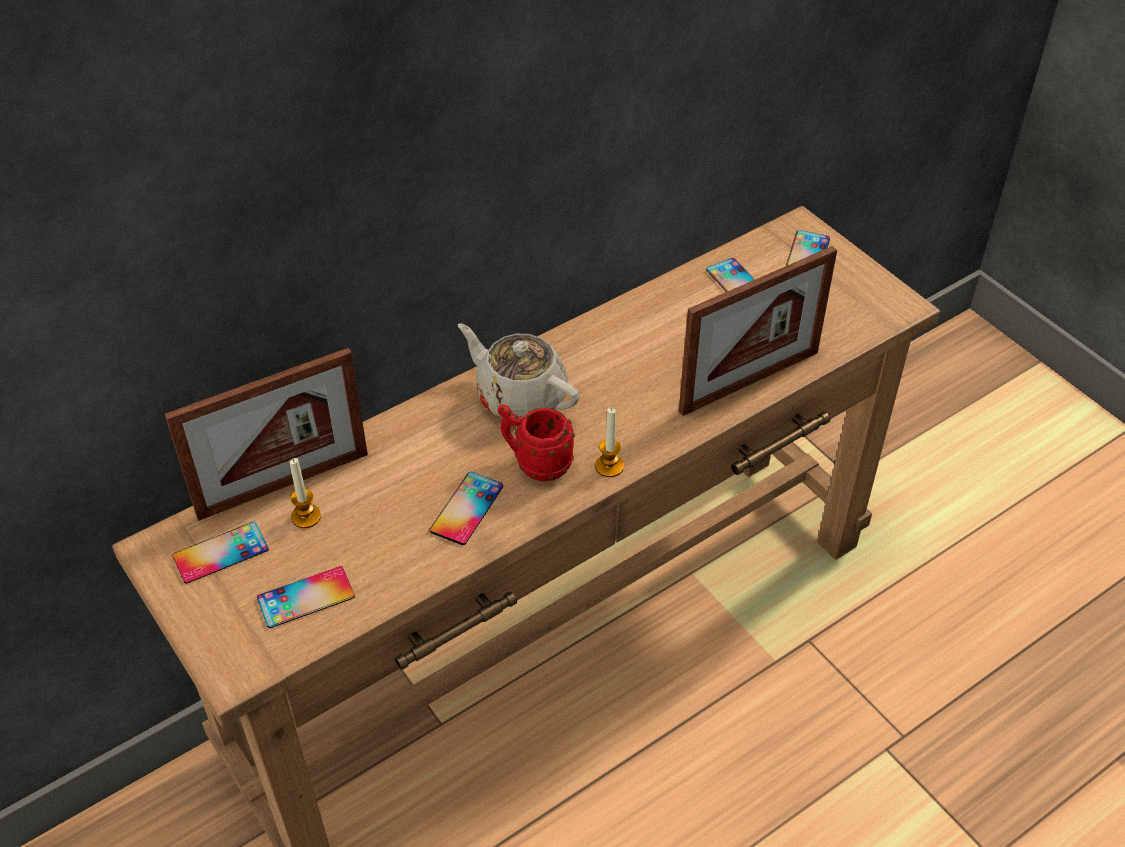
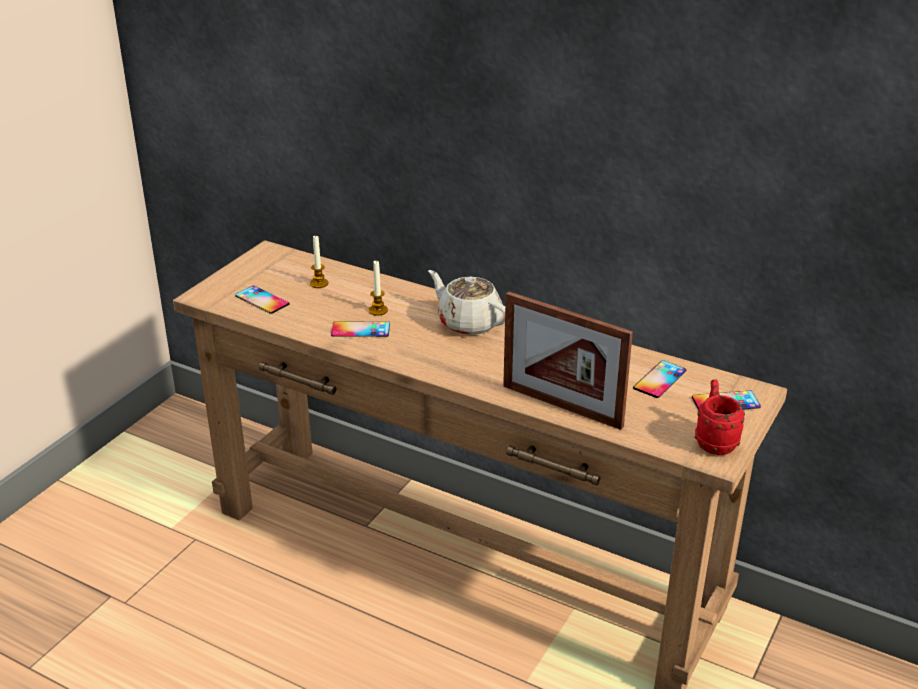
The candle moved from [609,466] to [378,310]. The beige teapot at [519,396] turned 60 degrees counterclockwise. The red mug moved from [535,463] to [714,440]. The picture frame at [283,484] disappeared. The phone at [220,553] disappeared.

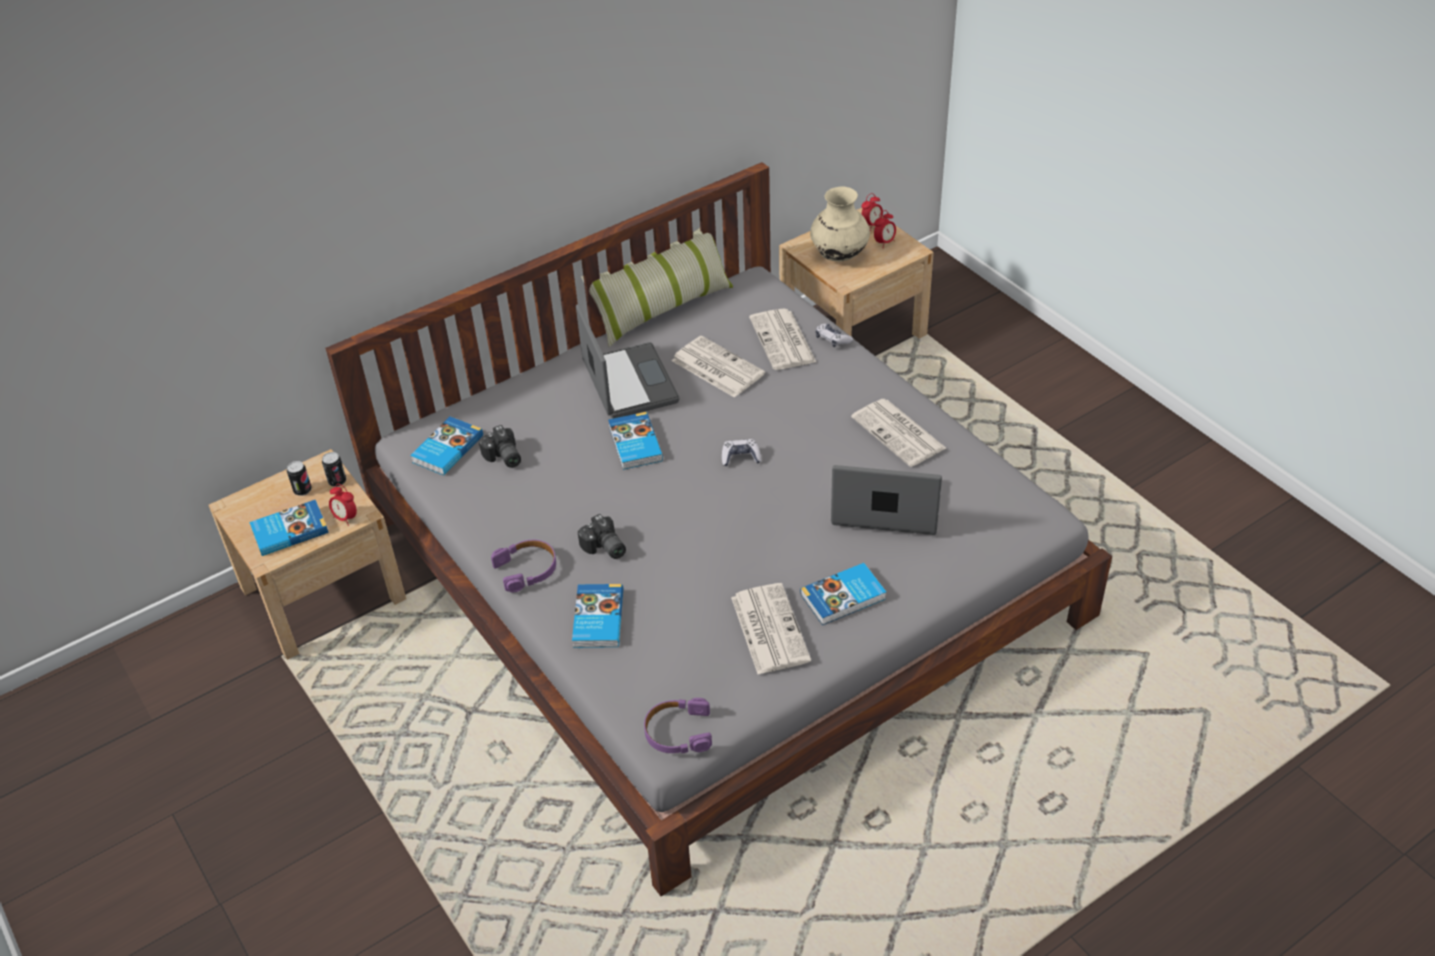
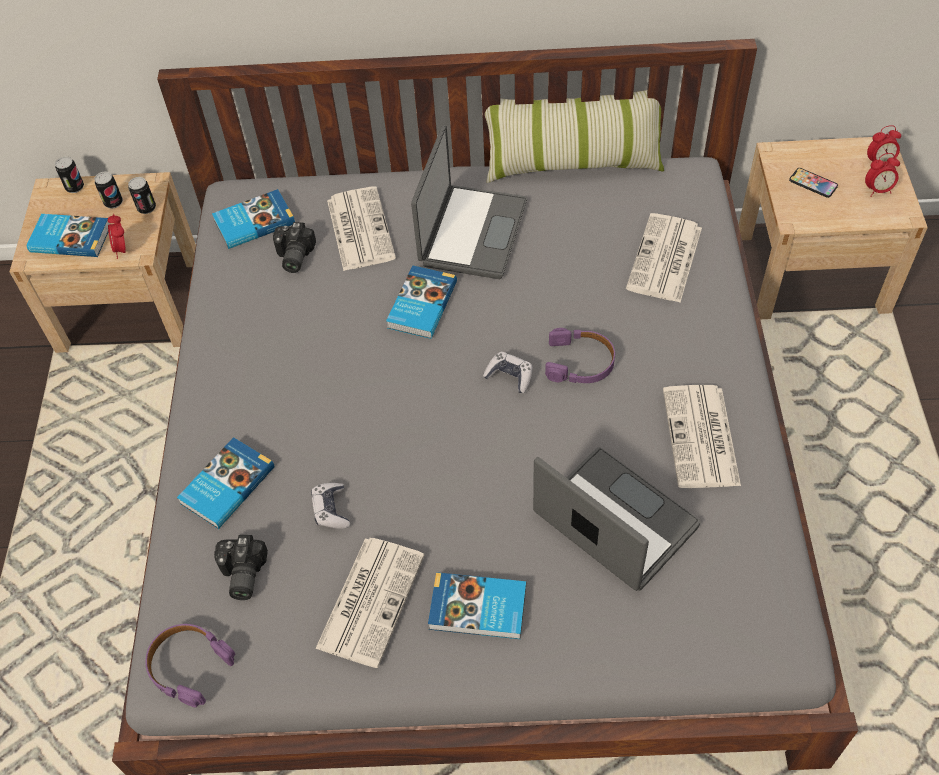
The can at [75,187] appeared. The photo camera moved from [604,548] to [241,575]. The game controller moved from [832,339] to [331,510]. The newspaper moved from [716,367] to [359,228]. The purple headphones moved from [527,569] to [580,362]. The beige vase at [839,255] was replaced by the phone at [813,183].

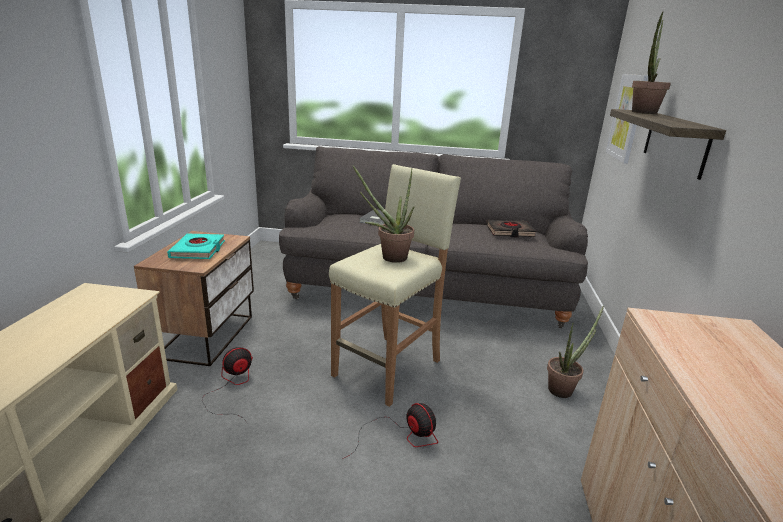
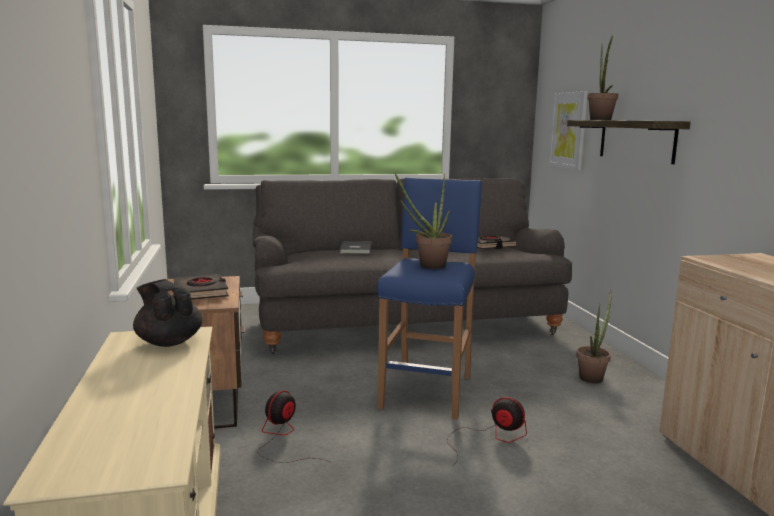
The black teapot at [169,342] appeared. The turquoise book at [198,250] became the black book at [201,292]. The beige stool at [388,367] became the blue stool at [428,391].

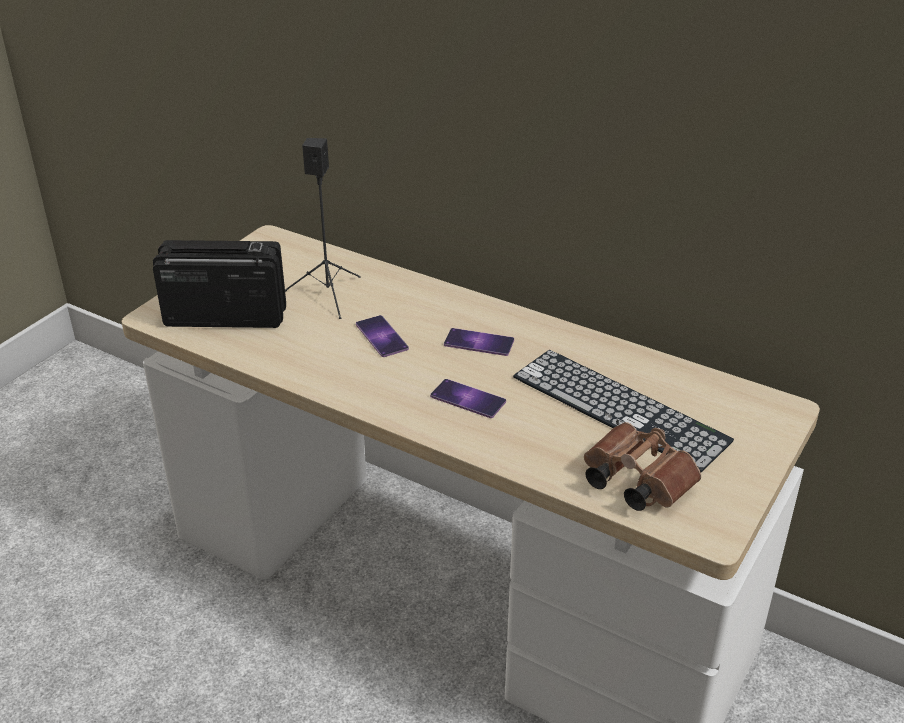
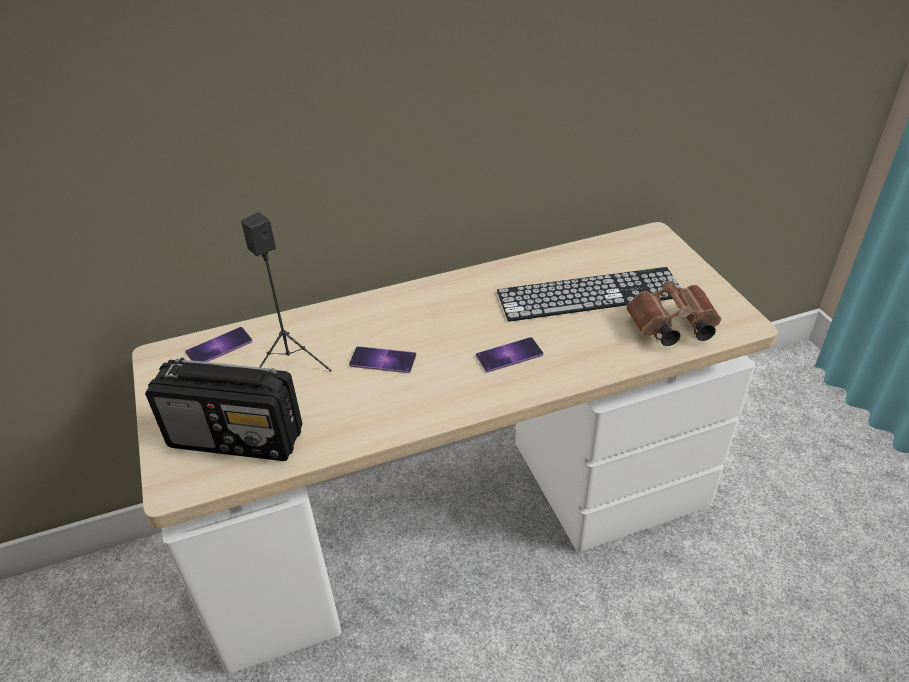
The radio at [224,316] turned 120 degrees counterclockwise. The phone moved from [479,342] to [219,347].

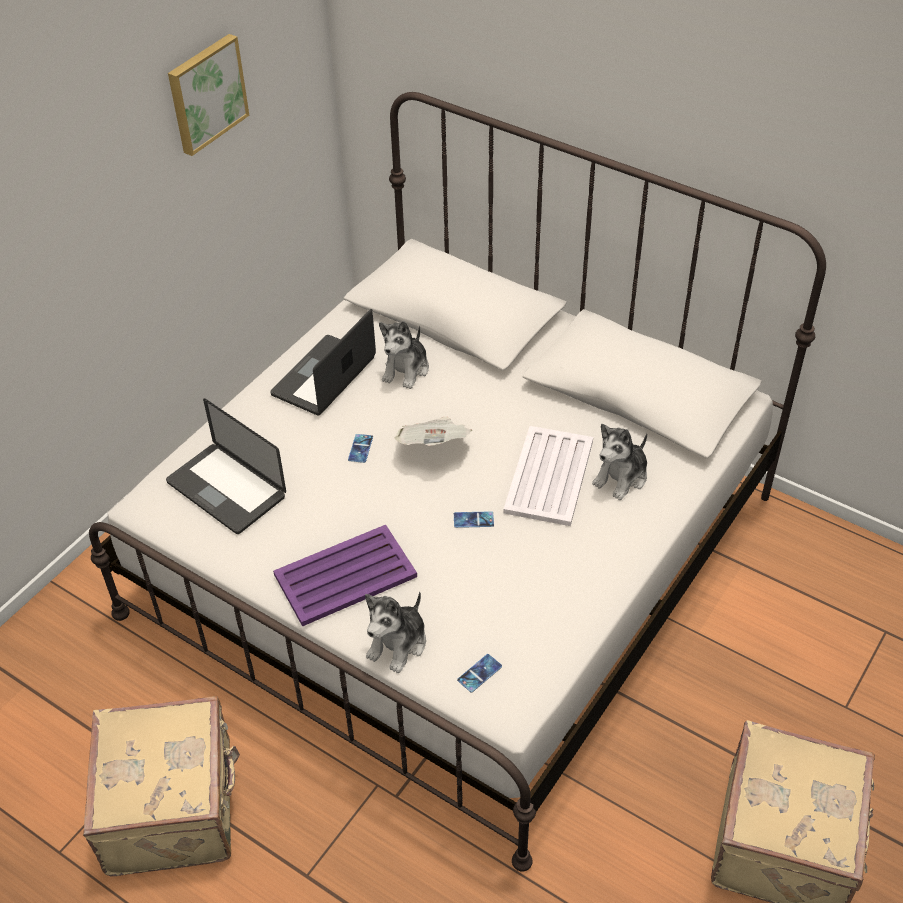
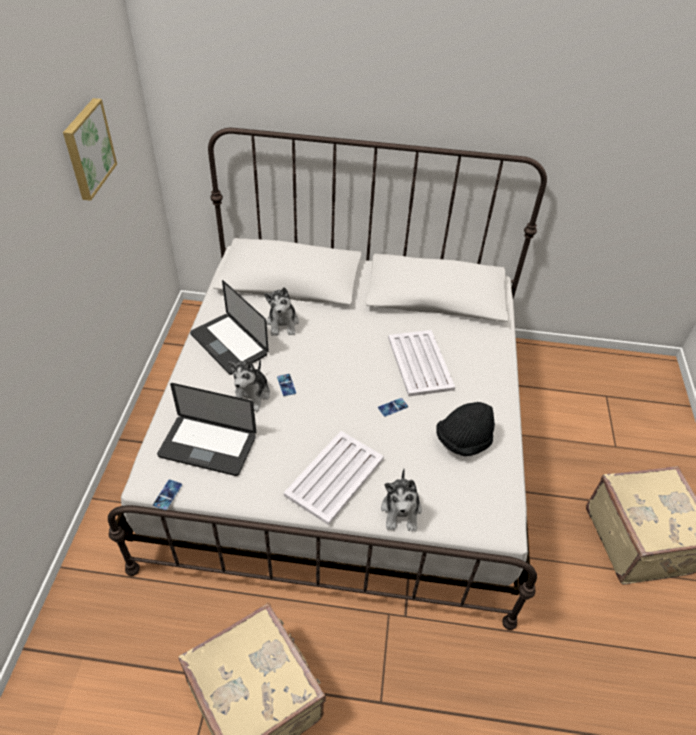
The phone moved from [479,673] to [167,495]. The laptop at [324,377] turned 45 degrees counterclockwise. The plush toy moved from [621,477] to [252,395]. The purple tray at [344,576] became the white tray at [334,477]. The black hat at [463,441] appeared. The newspaper at [434,446] disappeared.

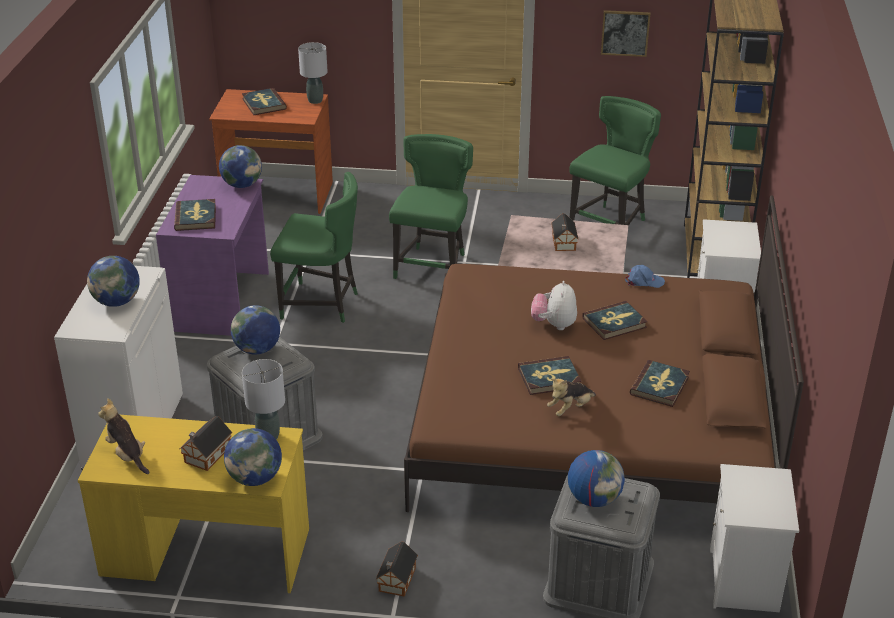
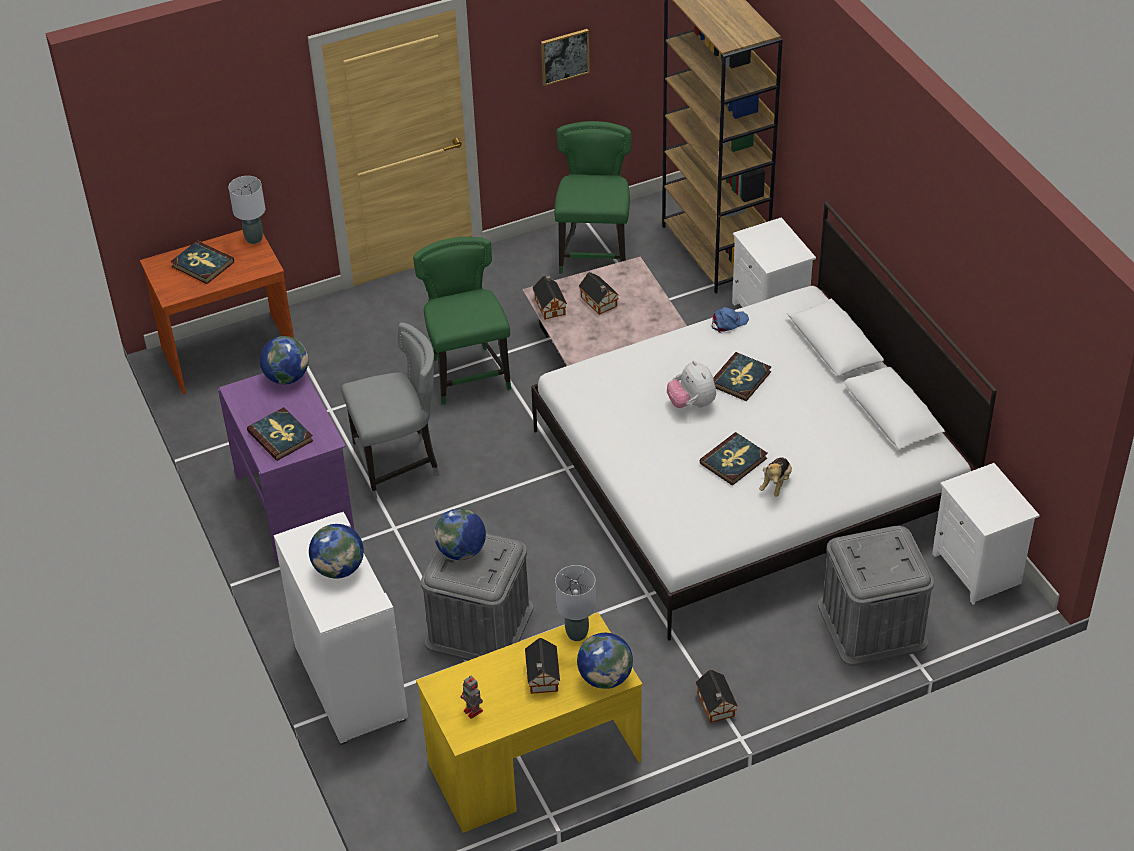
The green chair at [321,304] became the grey chair at [399,465]. The plush toy at [127,455] was replaced by the toy robot at [474,711]. The brown bed at [592,420] became the white bed at [748,476]. The toy house at [550,305] appeared. The globe at [594,499] disappeared. The book at [660,386] disappeared.

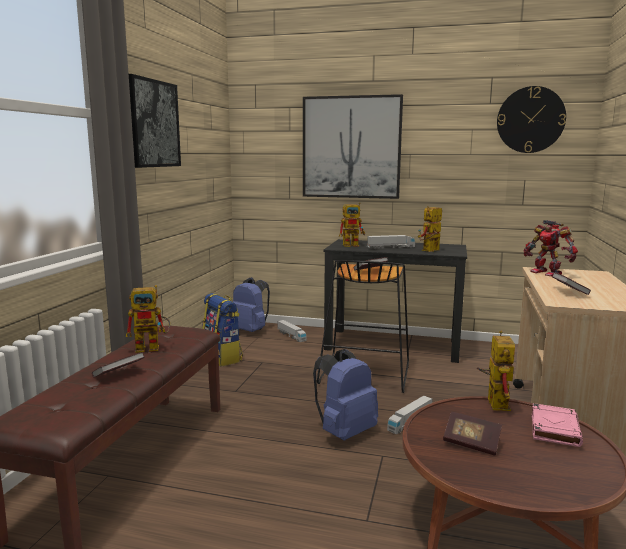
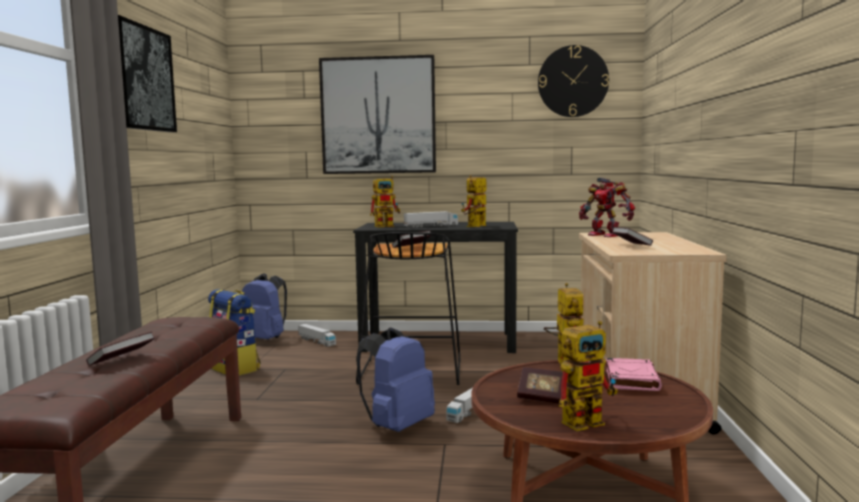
The toy robot moved from [153,347] to [587,420].

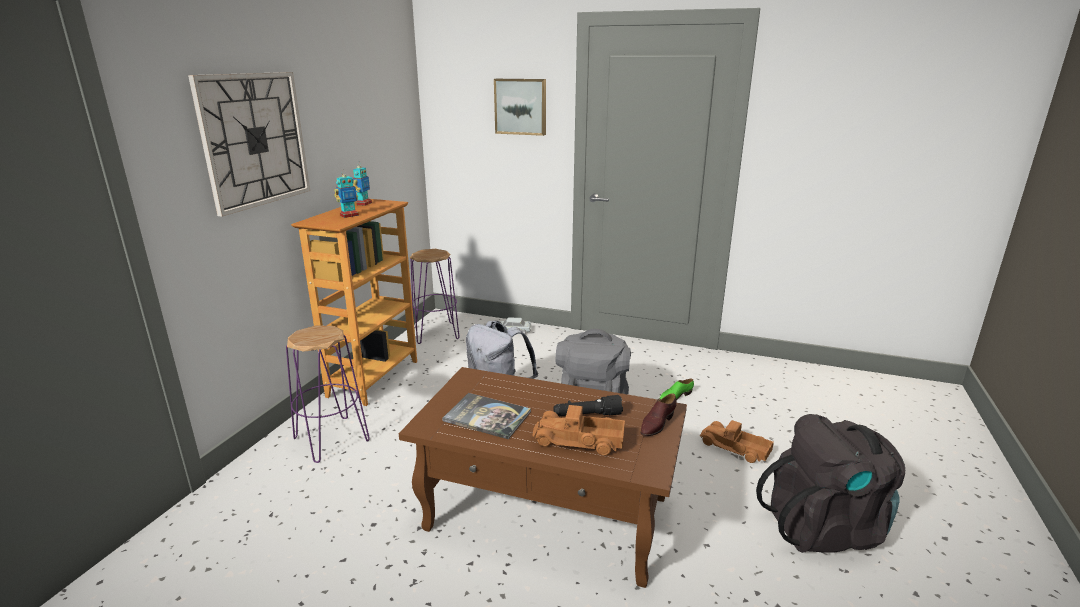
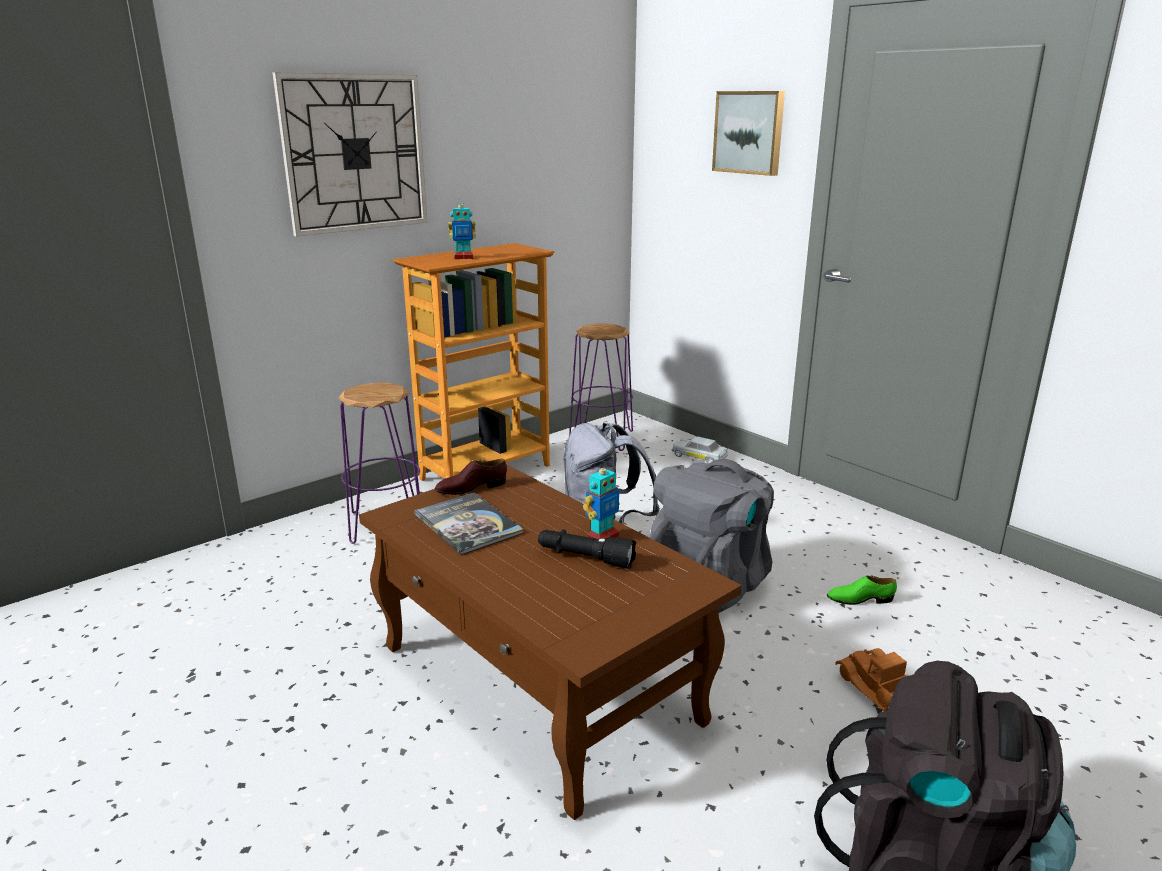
The brown shoe moved from [657,424] to [471,488]. The toy robot moved from [363,204] to [602,537]. The toy truck at [579,441] disappeared.

